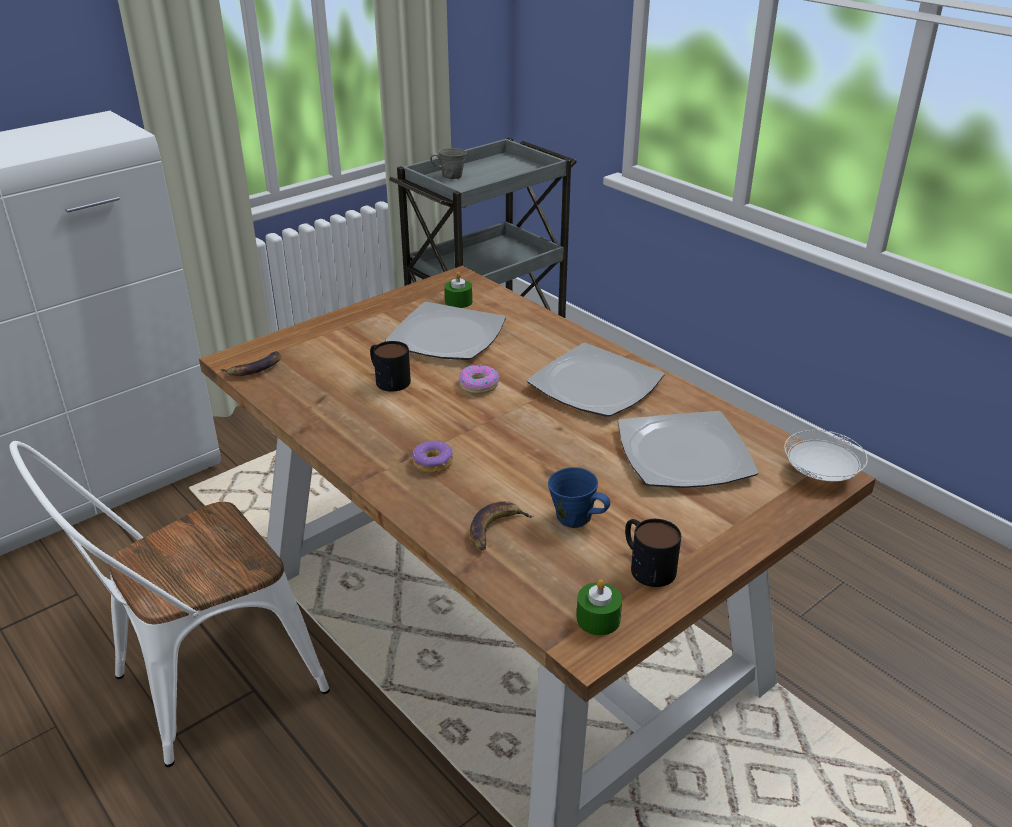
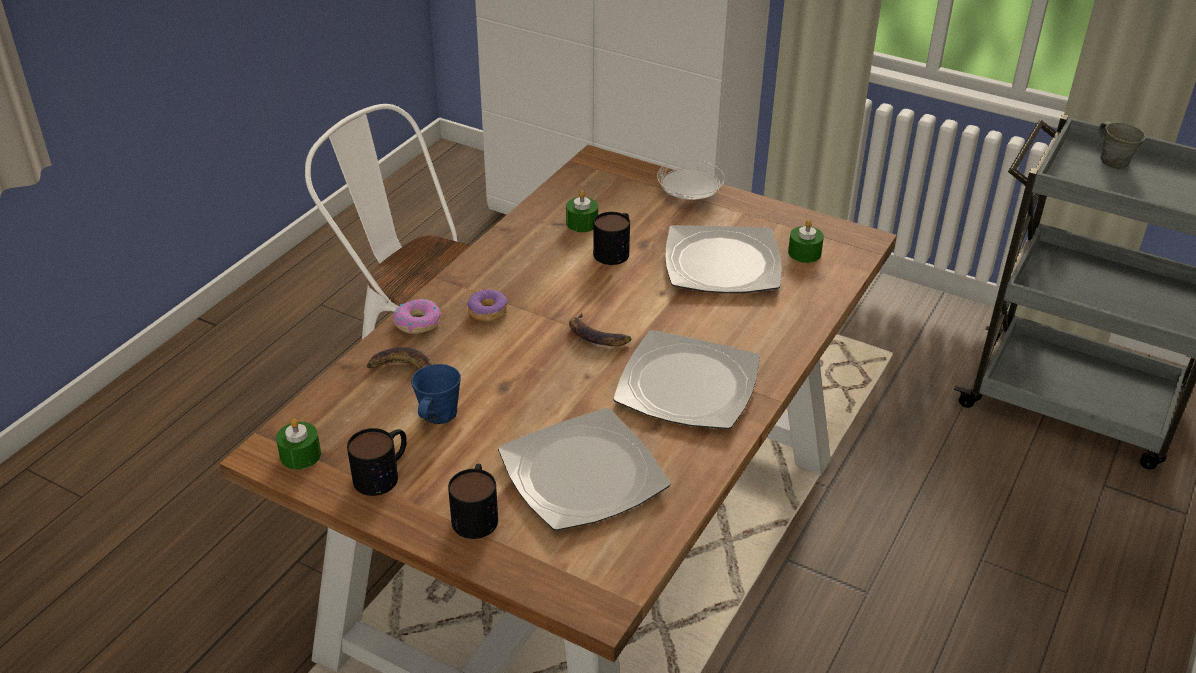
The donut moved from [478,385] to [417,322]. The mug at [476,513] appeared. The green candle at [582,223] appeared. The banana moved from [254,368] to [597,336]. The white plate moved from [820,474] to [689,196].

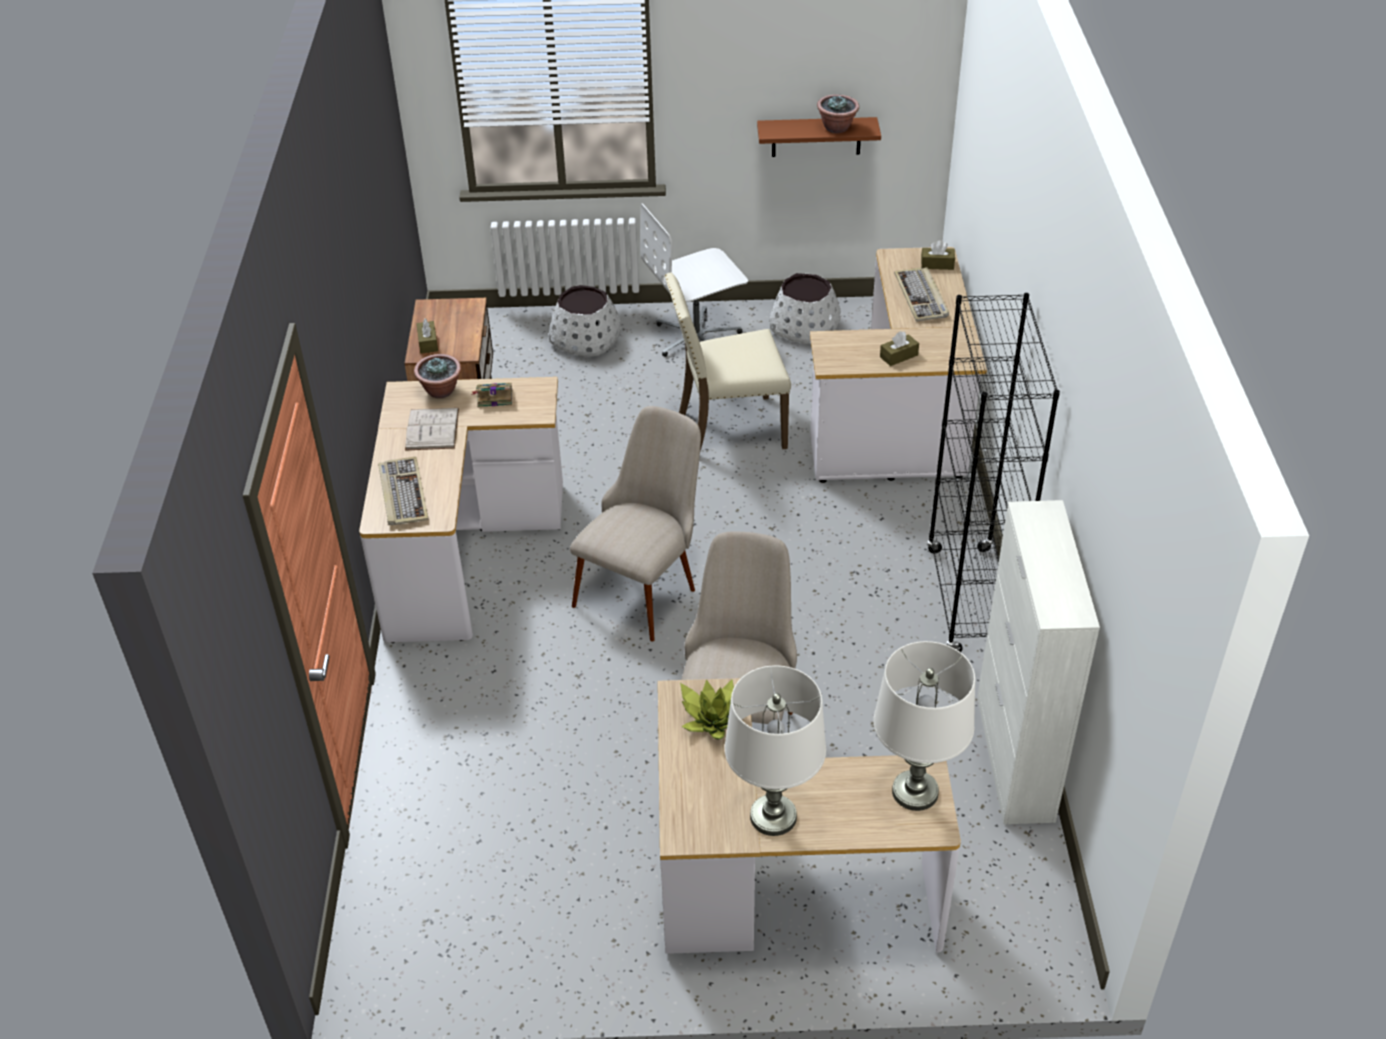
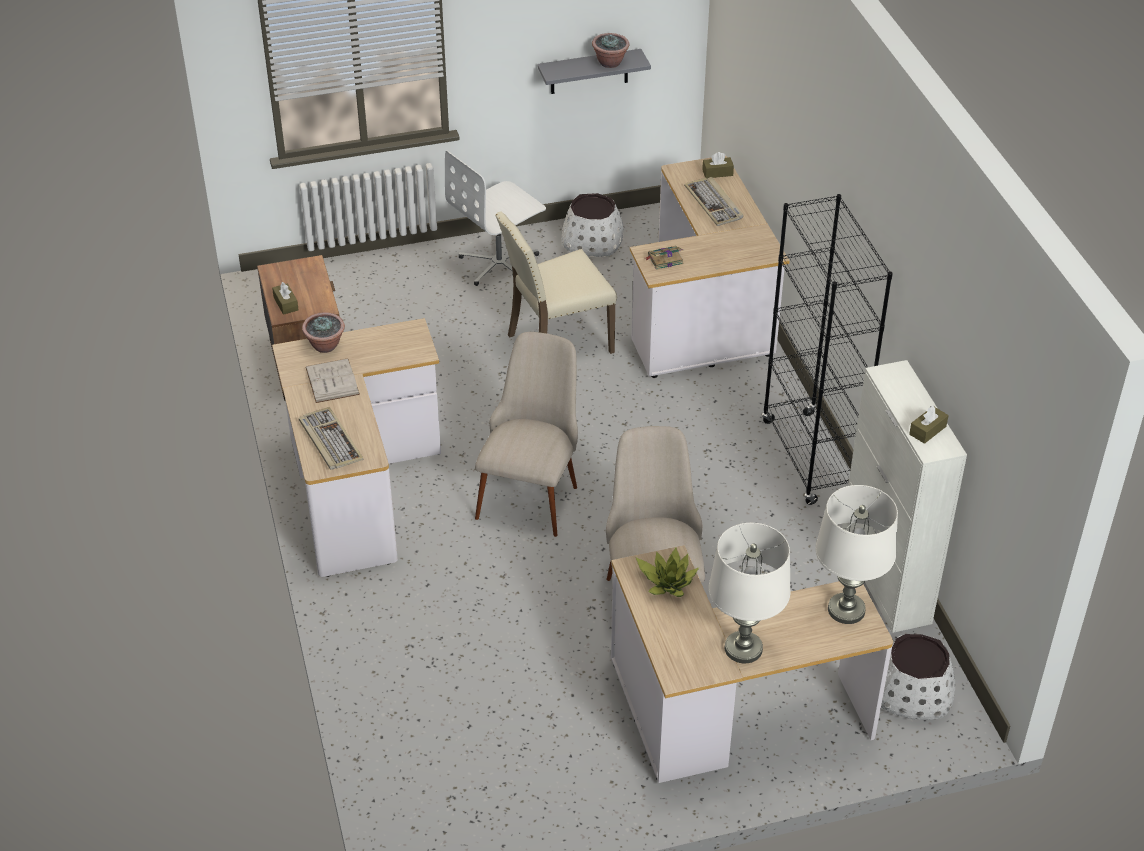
The brown shelf at [816,137] became the grey shelf at [589,71]. The book moved from [493,397] to [664,260]. The white planter moved from [585,339] to [912,692]. The brown tissue box moved from [898,356] to [927,430].

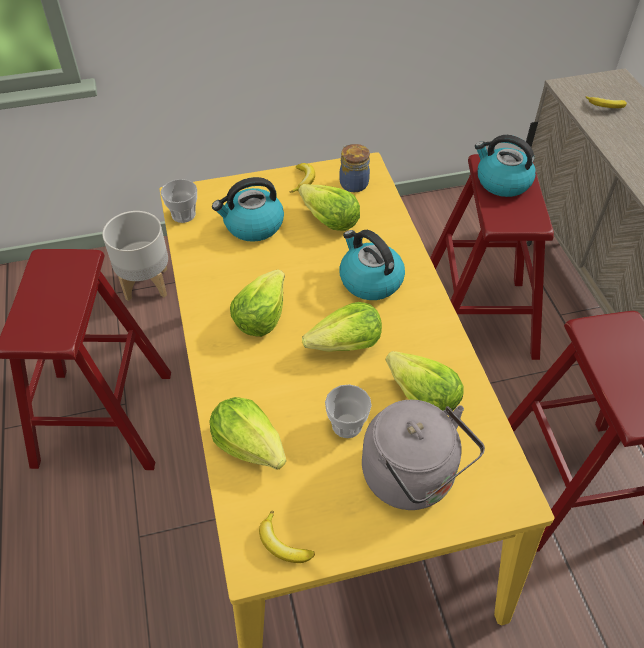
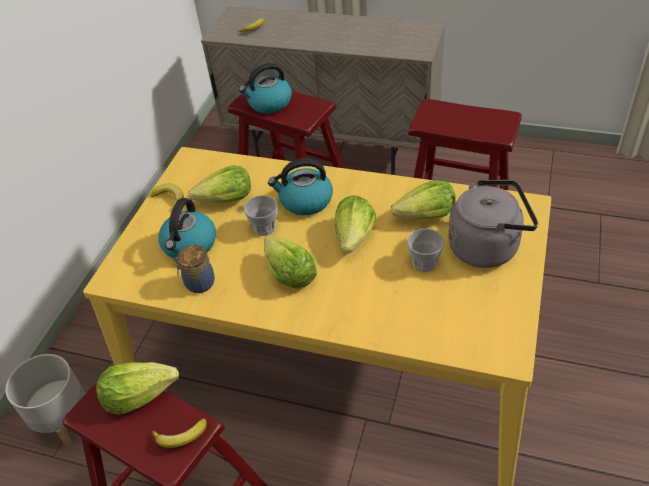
The lettuce moved from [250,444] to [139,395]. The banana moved from [283,544] to [181,437]. The jar moved from [353,183] to [198,283]. The cup moved from [183,214] to [264,228].

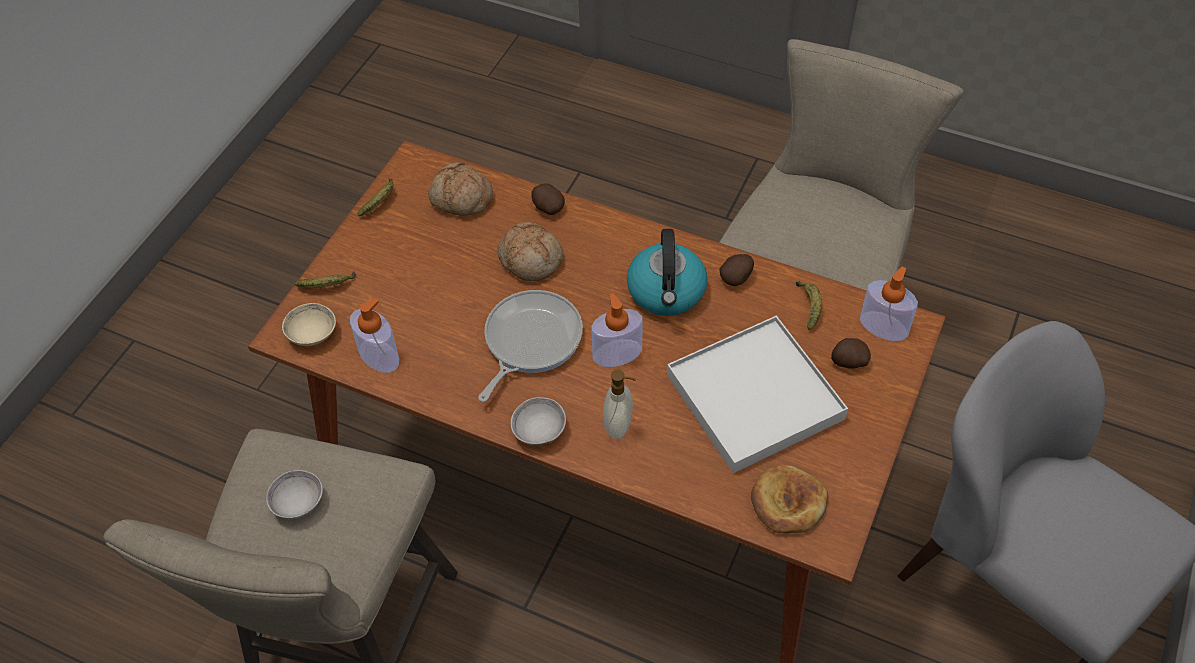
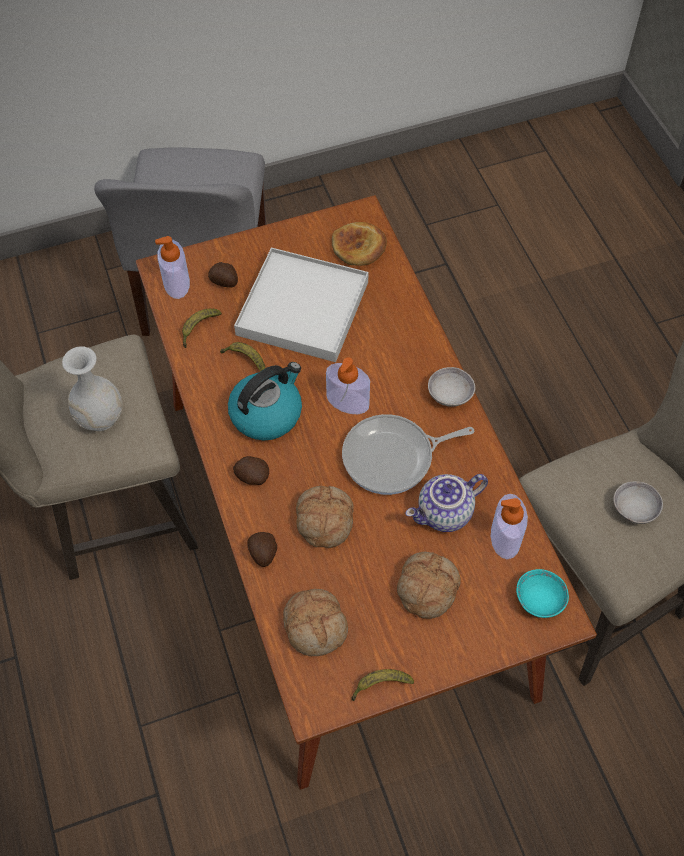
The white vase at [100,417] appeared. The banana moved from [327,286] to [245,360]. The potato moved from [737,277] to [252,477]. The bread at [426,587] appeared. The teapot at [445,514] appeared. The beige bowl at [312,334] became the turquoise bowl at [539,600]. The soap dispenser at [619,425] disappeared.

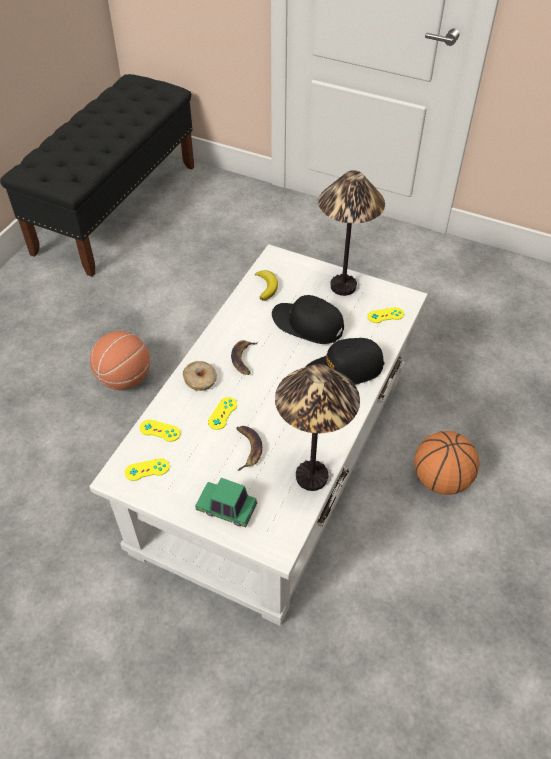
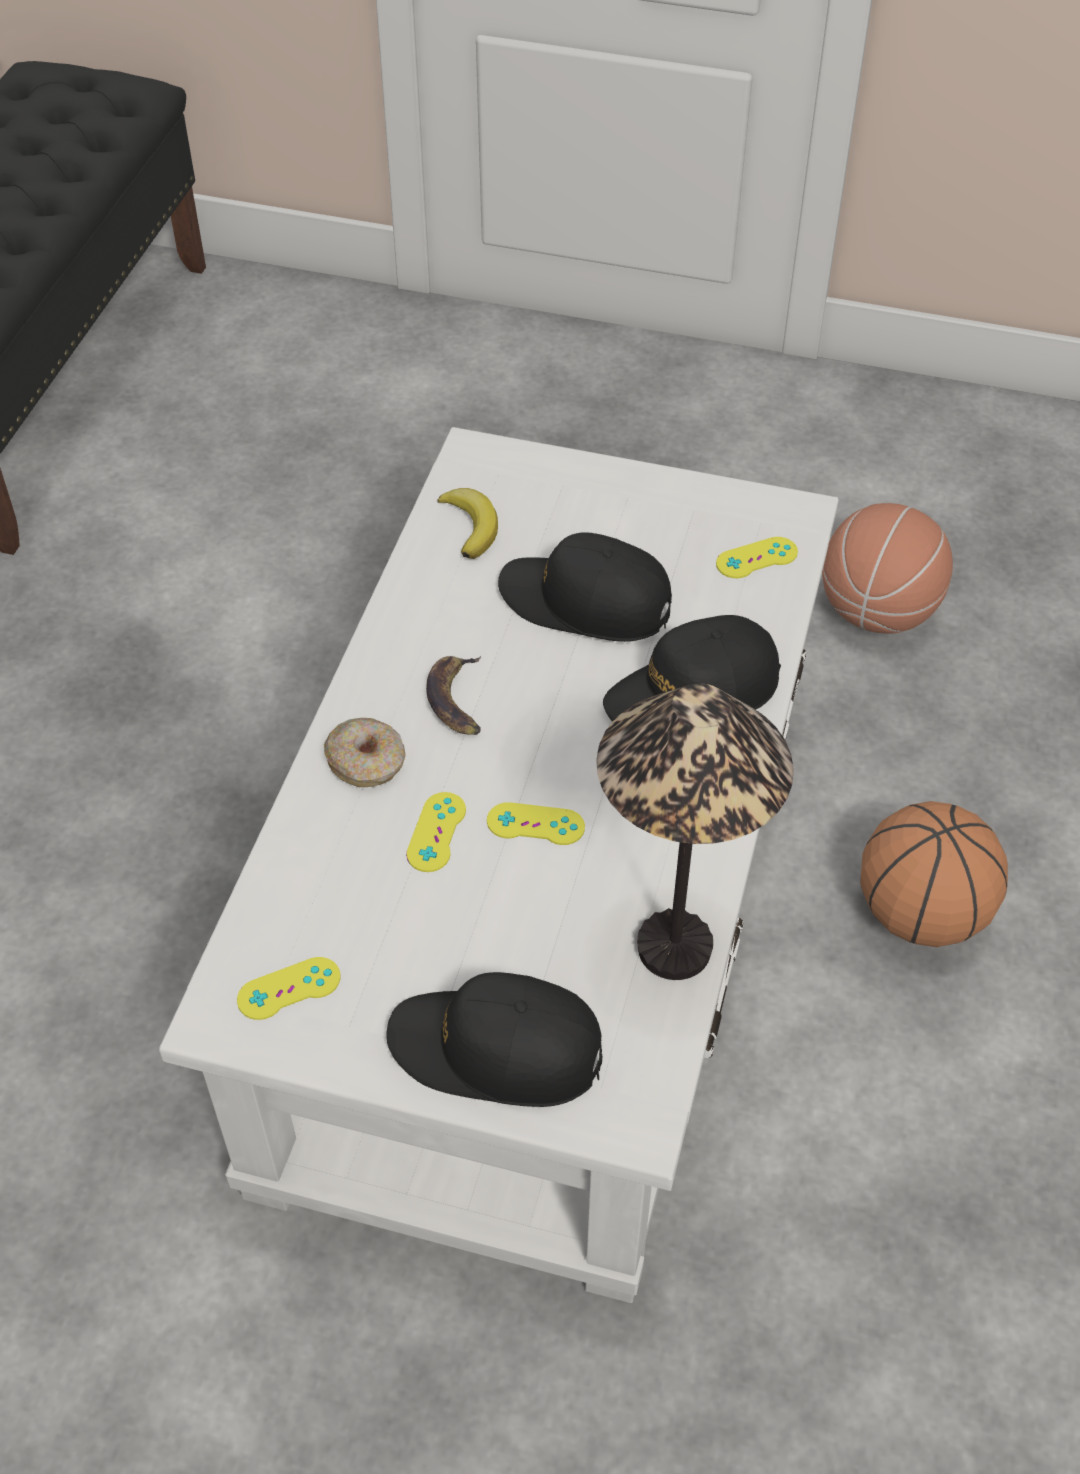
The toy car at [227,508] was replaced by the black cap at [496,1049]. The yellow game controller moved from [160,430] to [535,824]. The basketball moved from [125,378] to [878,611]. The banana at [247,448] disappeared. The table lamp at [344,287] disappeared.

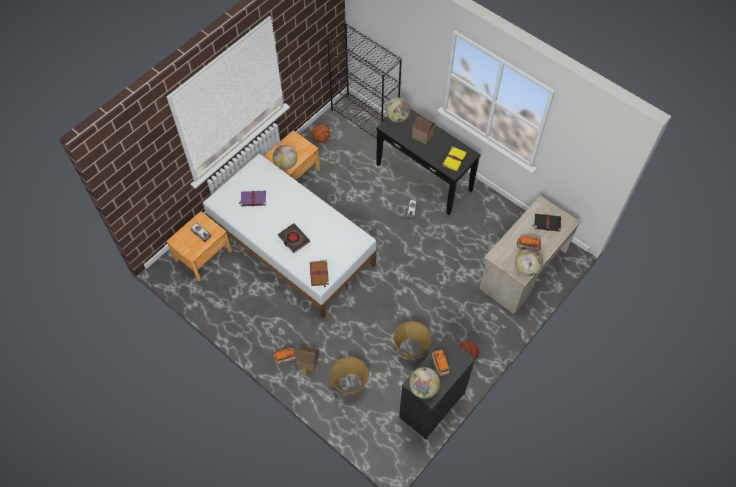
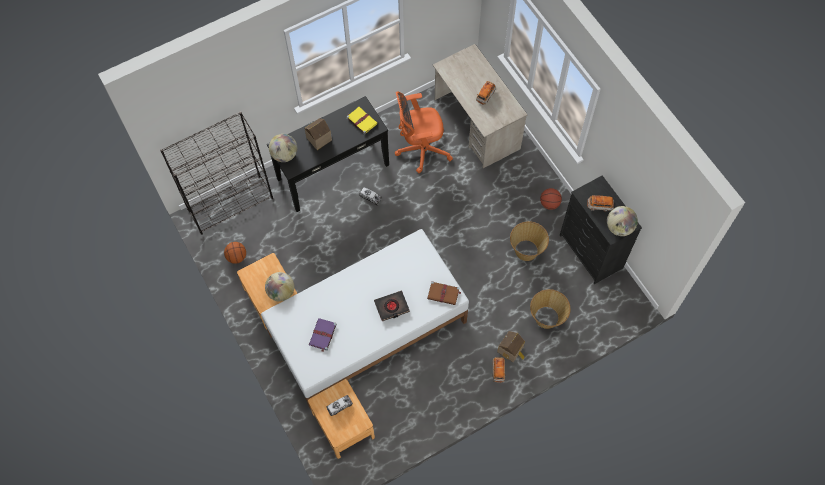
The orange office chair at [420,150] appeared. The globe at [526,269] disappeared. The black book at [546,223] disappeared.

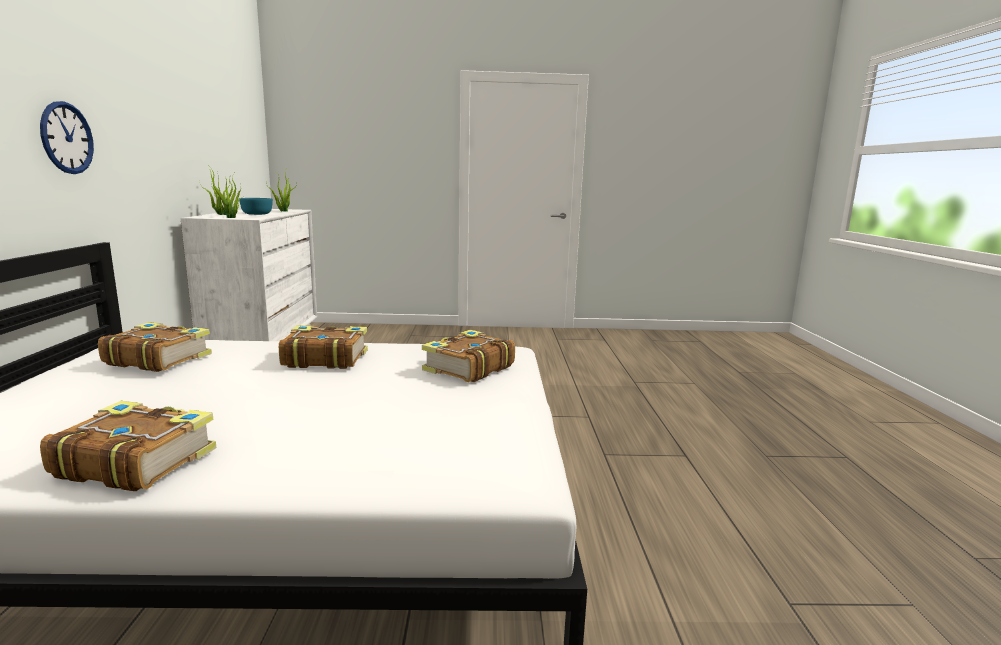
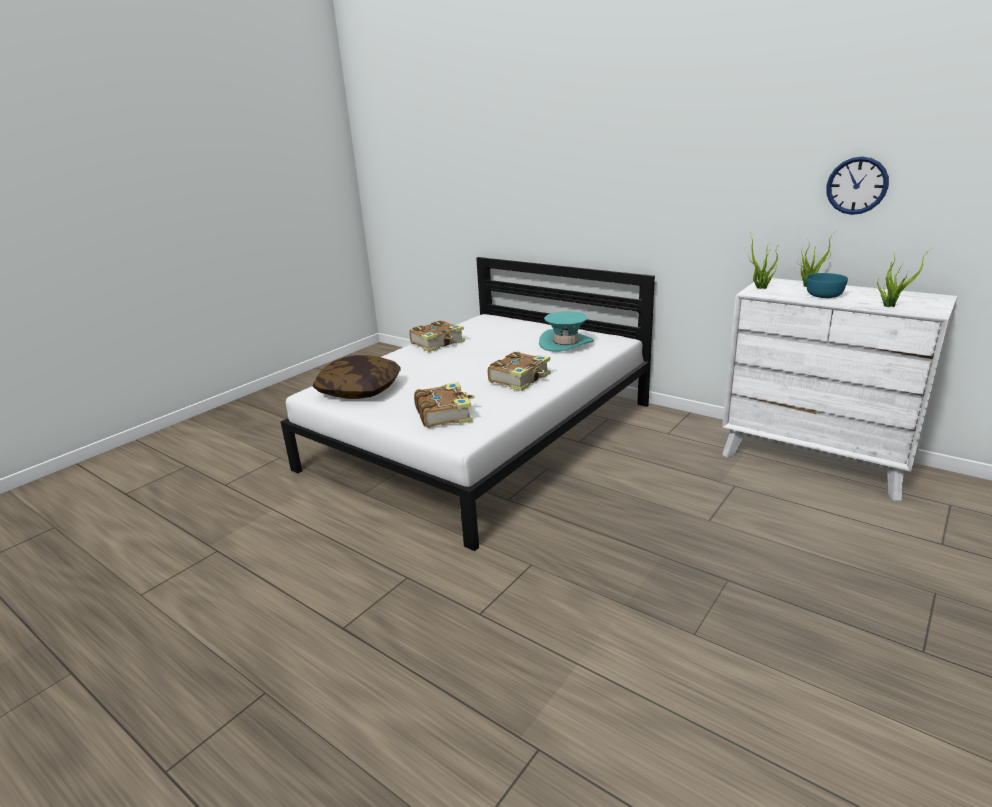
The pillow at [359,390] appeared. The book at [158,359] was replaced by the turquoise hat at [566,343]. The wall clock moved from [67,138] to [857,185].

